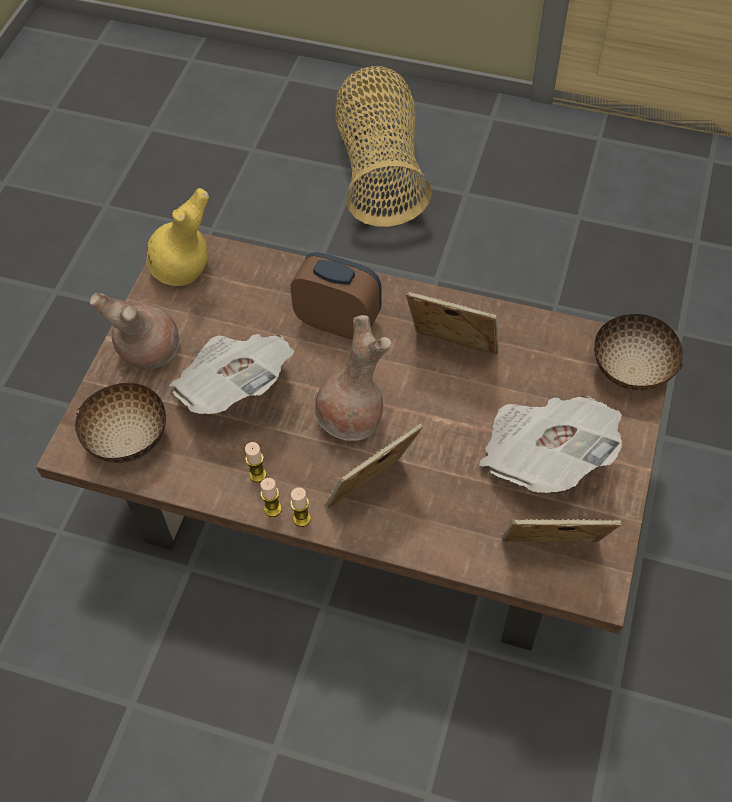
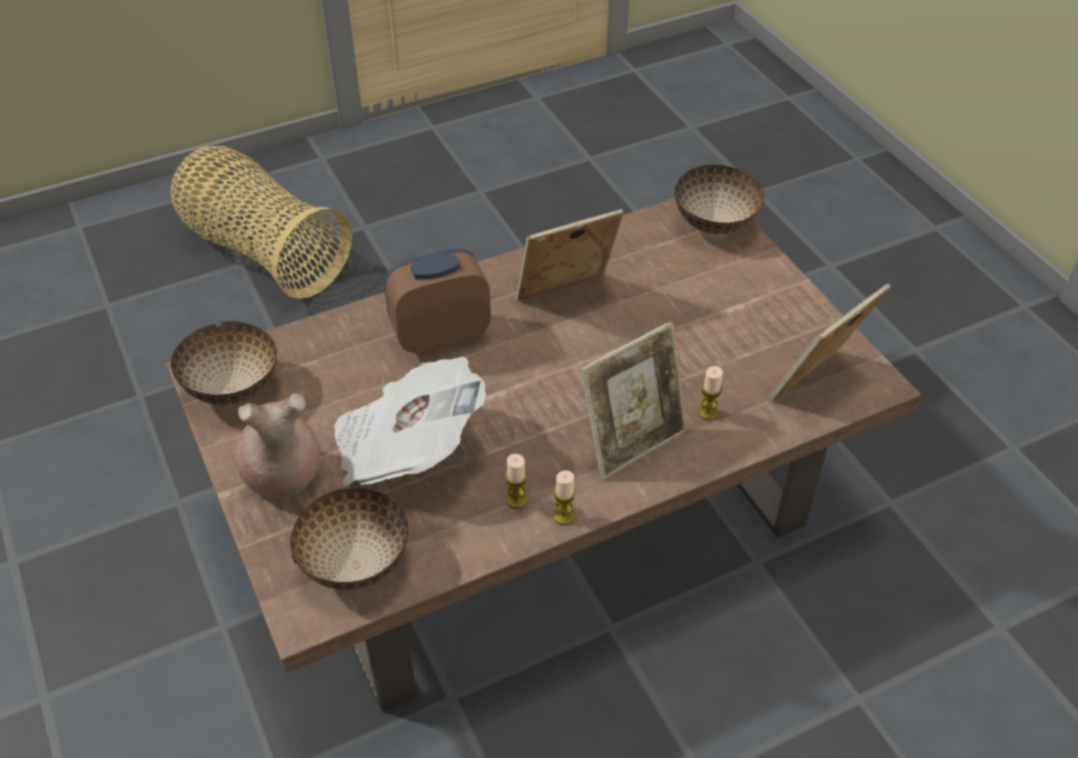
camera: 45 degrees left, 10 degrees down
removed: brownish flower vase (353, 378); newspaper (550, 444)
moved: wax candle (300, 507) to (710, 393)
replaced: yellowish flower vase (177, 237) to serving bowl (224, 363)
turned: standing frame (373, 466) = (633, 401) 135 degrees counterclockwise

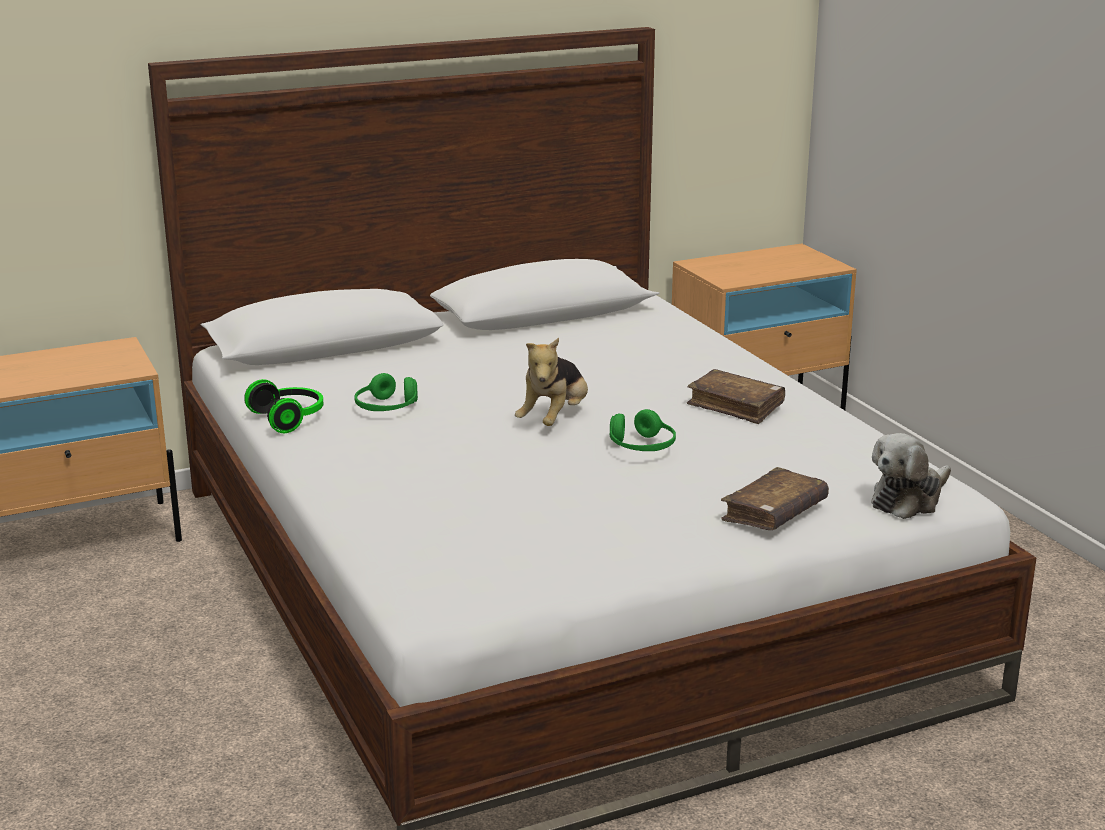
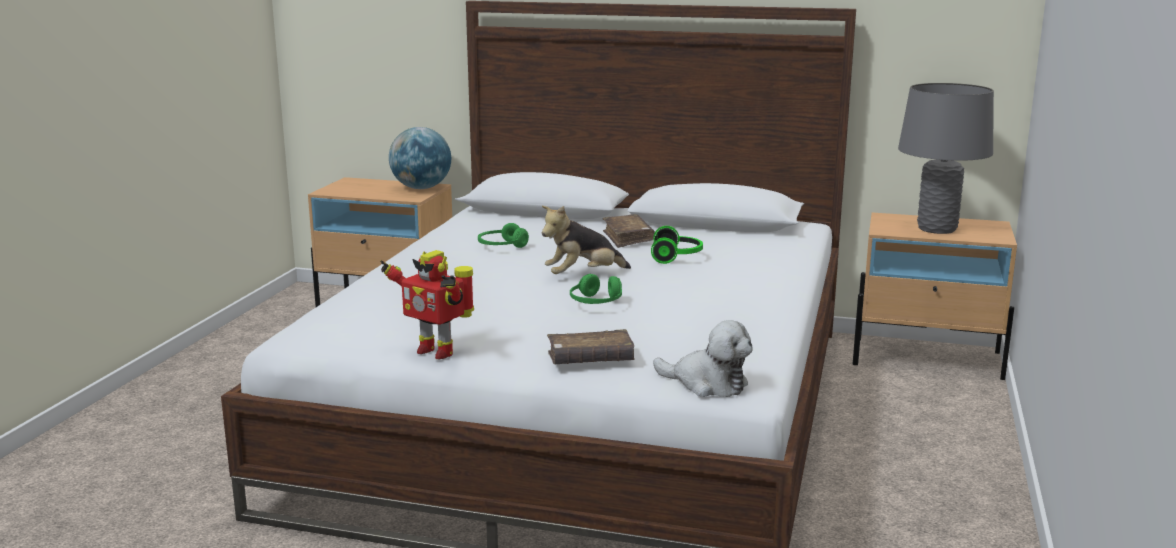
camera: 40 degrees right, 5 degrees down
added: model robot (427, 304); world globe (420, 158); grey lamp for a table (946, 158)
moved: pair of headphones (284, 406) to (677, 245); brownish book (736, 396) to (628, 231)
turned: plush toy (911, 476) = (702, 358) 150 degrees counterclockwise

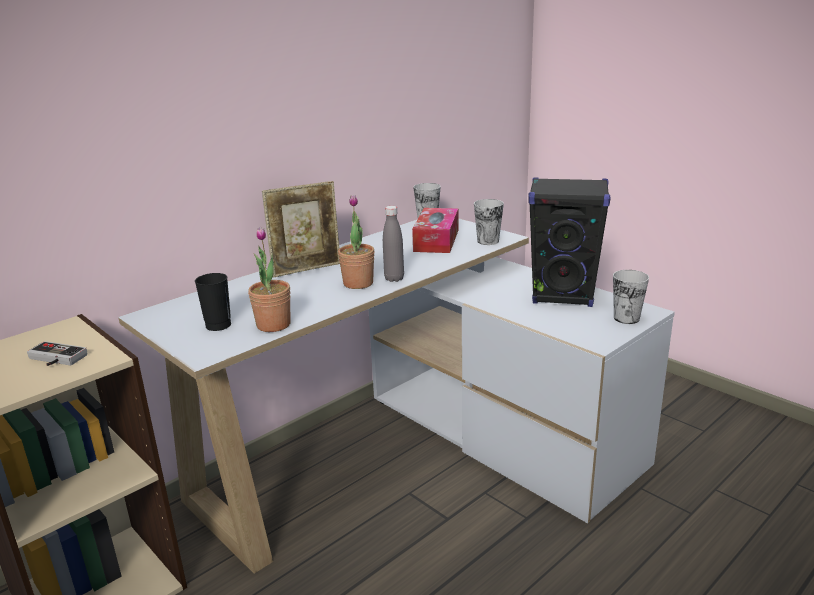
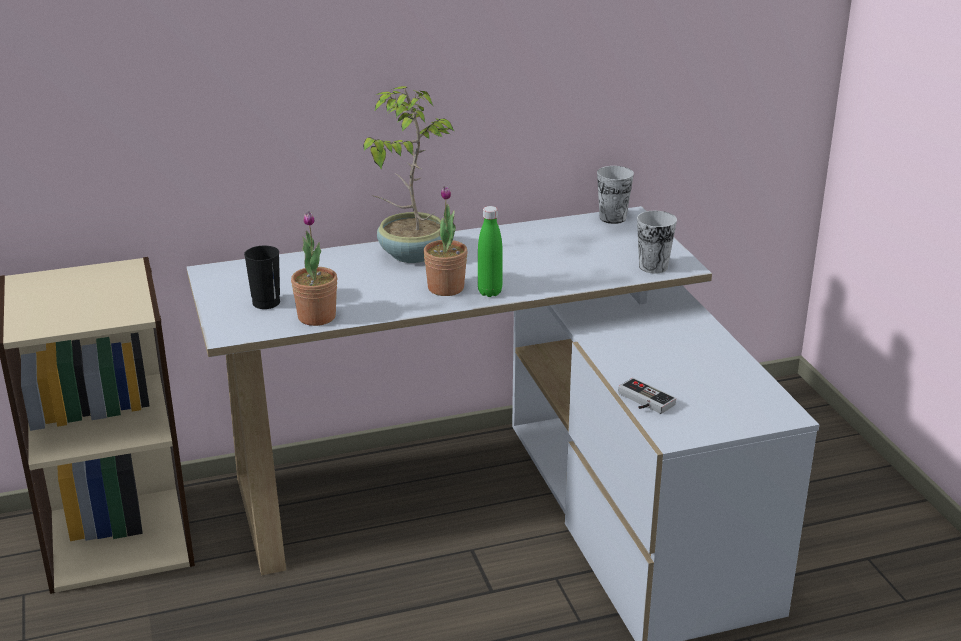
camera: 25 degrees right, 5 degrees up
removed: box of tissues (435, 230); blackish loudspeaker (569, 242); drinking cup (631, 297)
moved: gamepad (57, 353) to (647, 396)
replaced: standing frame (301, 229) to plant in a pot (409, 174)
recoloured: grey bottle (393, 244) to greenish bottle (490, 251)

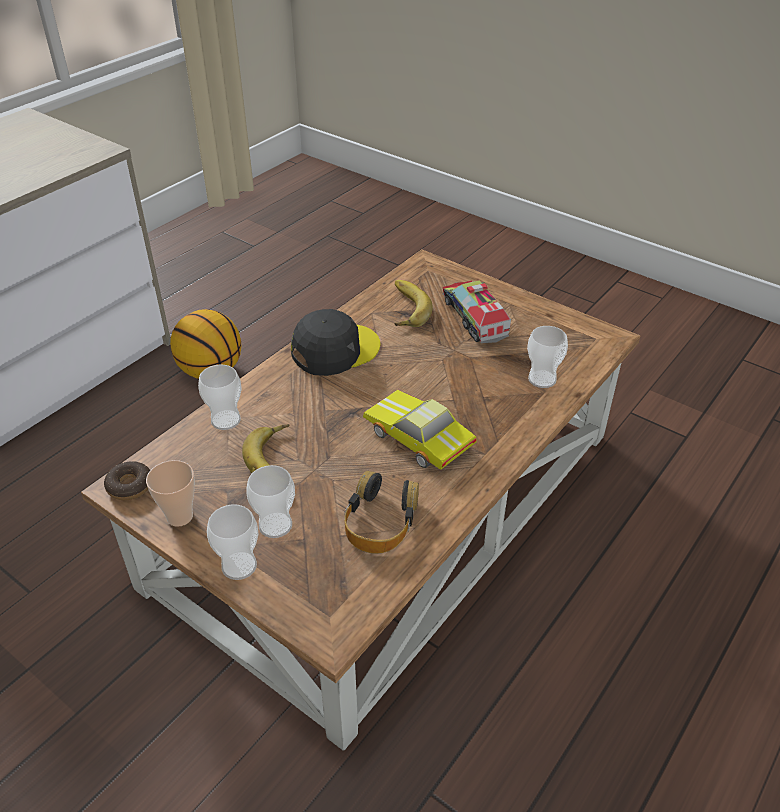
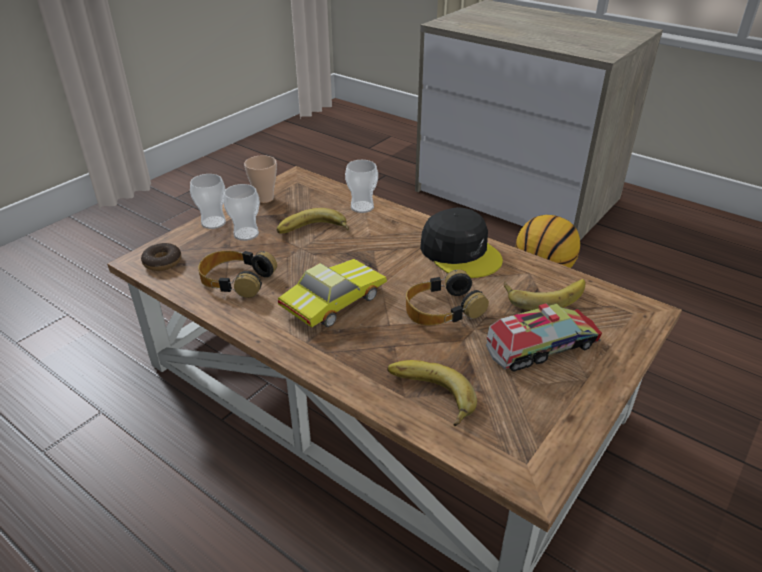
camera: 90 degrees right, 5 degrees down
added: pair of headphones (447, 297)
moved: doughnut (127, 480) to (161, 257)
replaced: drinking cup (547, 357) to banana fruit (432, 393)

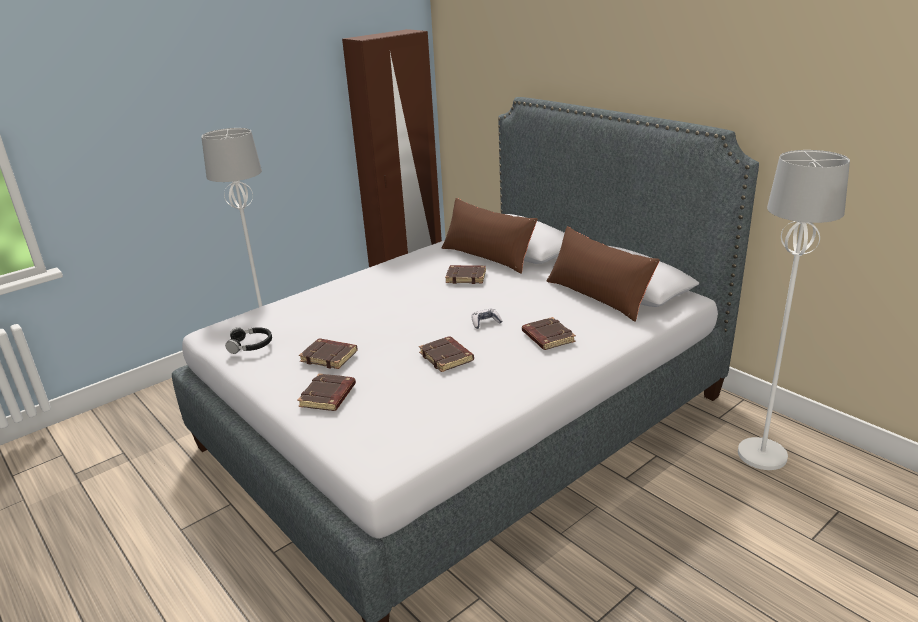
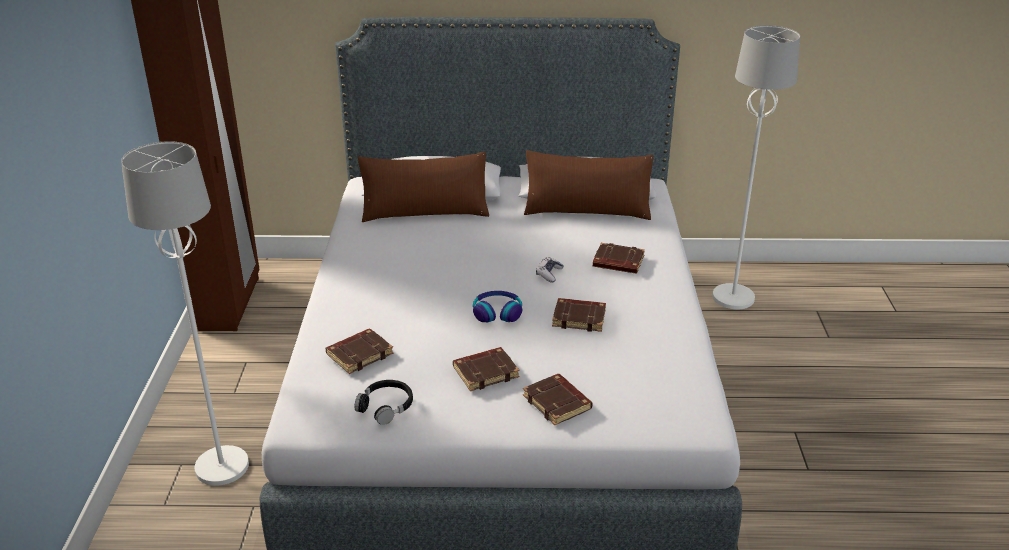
camera: 50 degrees left, 5 degrees up
added: pair of headphones (497, 306)
moved: brownish book (465, 274) to (359, 351)

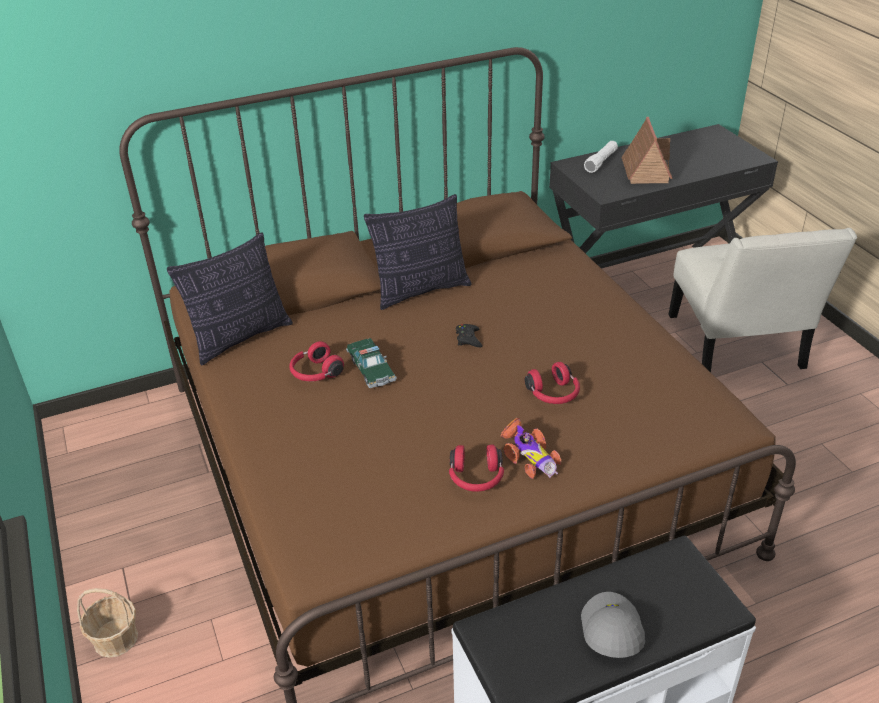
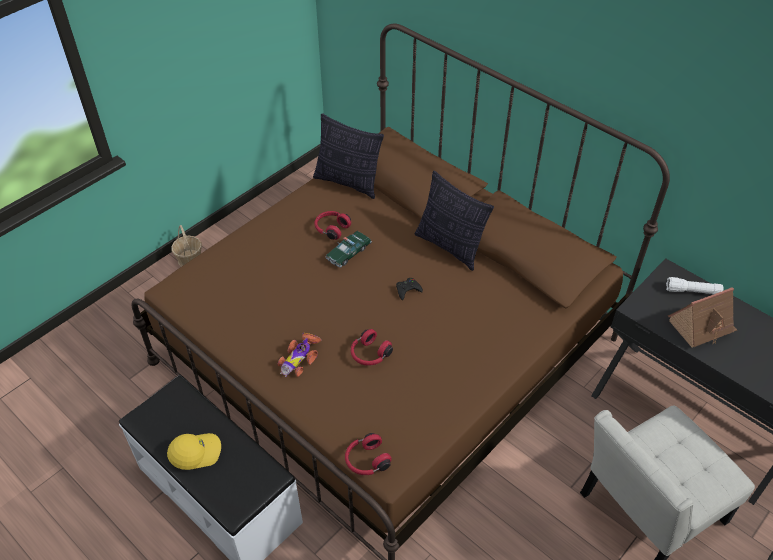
camera: 65 degrees right, 10 degrees up
moved: red-coloured pair of headphones (476, 468) to (368, 454)
recoloured: grey peaked cap (613, 625) to yellowish peaked cap (194, 451)

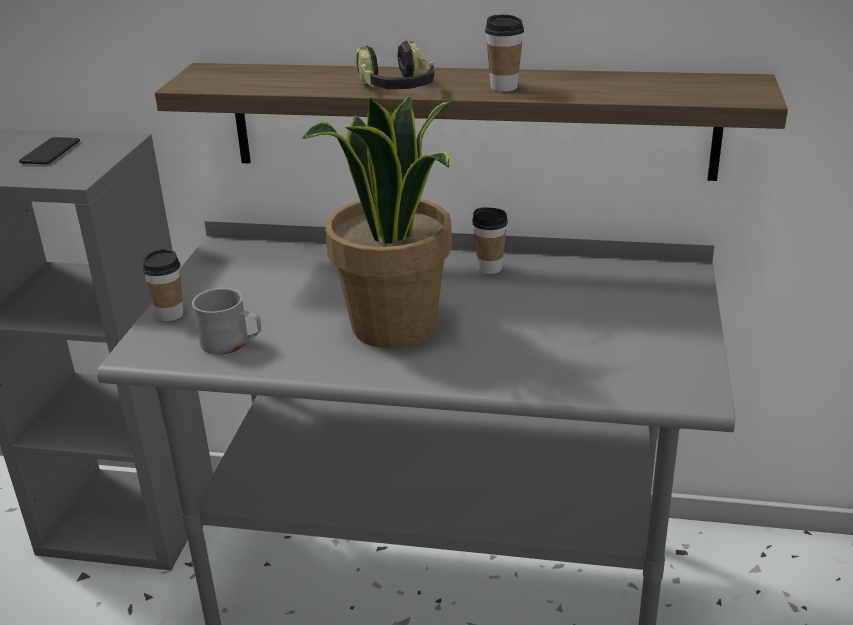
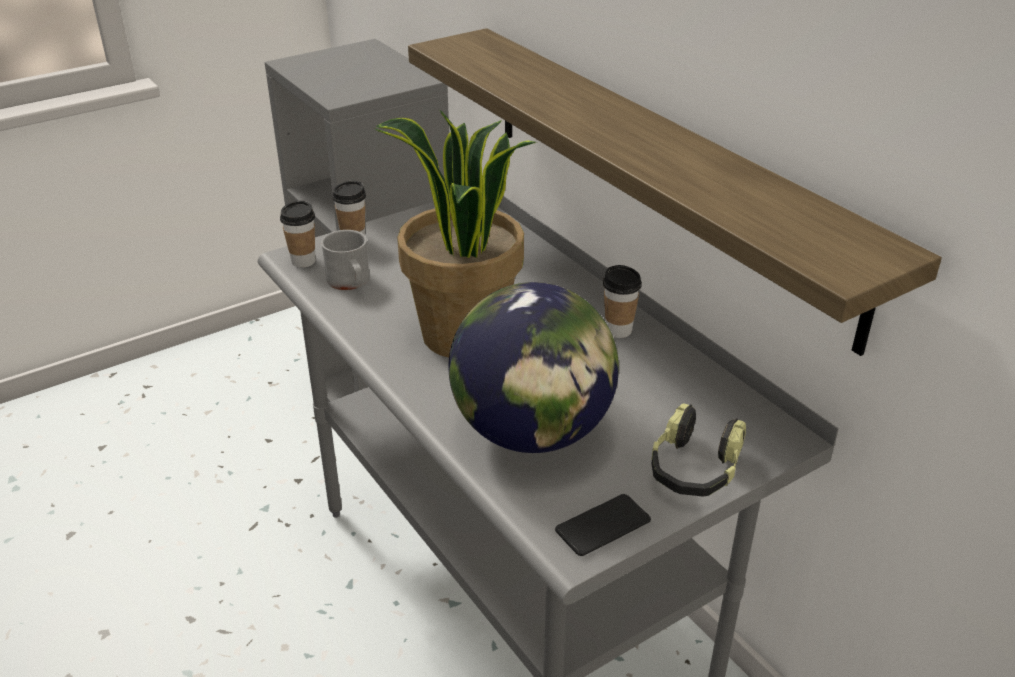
camera: 45 degrees right, 5 degrees up
added: world globe (534, 367)
moved: handset (49, 150) to (603, 525); pair of headphones (395, 65) to (698, 450); drinking cup (504, 53) to (297, 234)

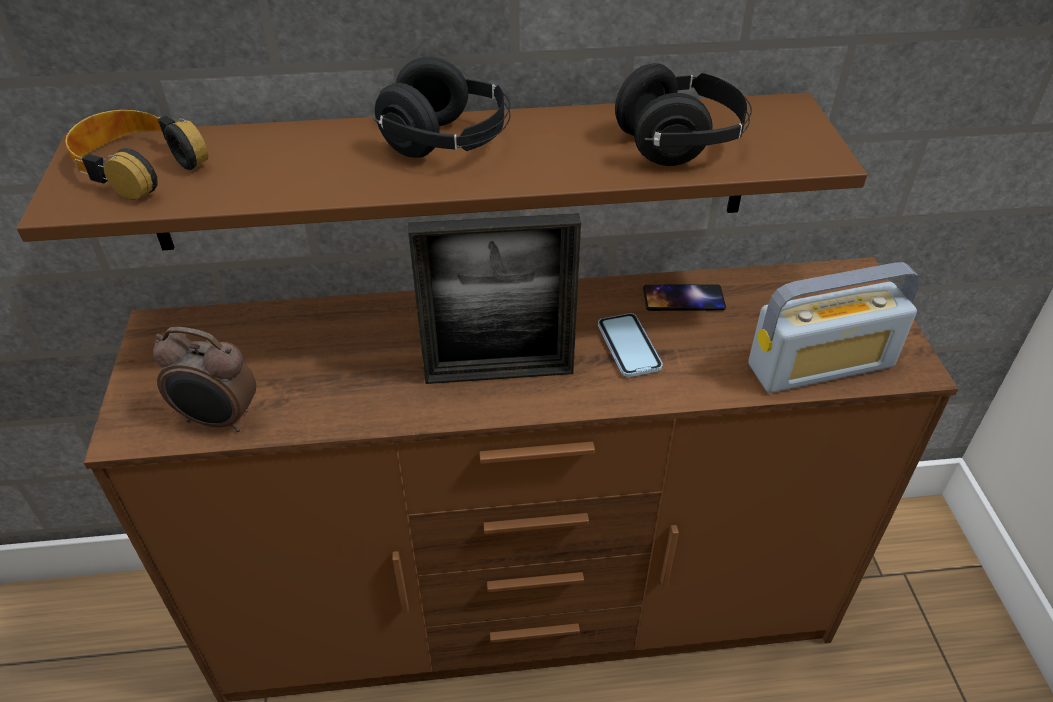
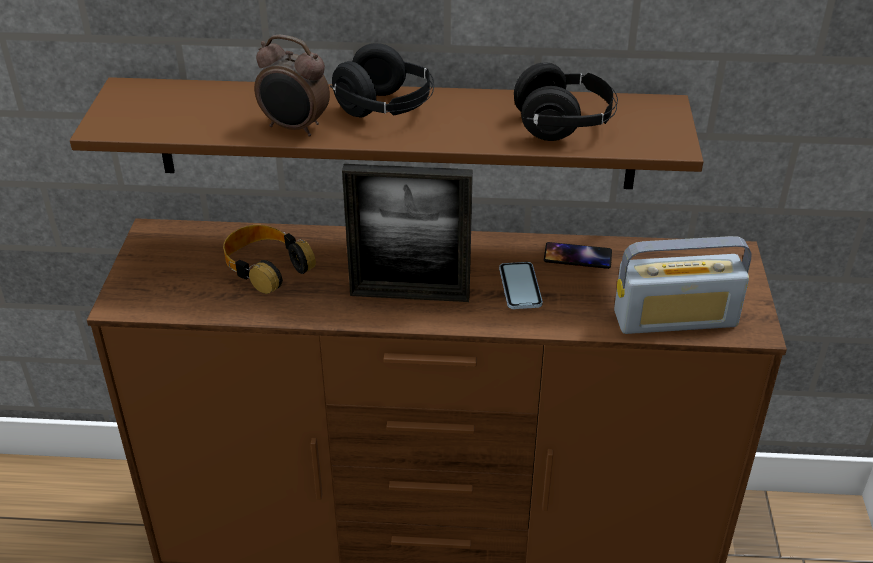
camera: 10 degrees right, 5 degrees down
moved: pair of headphones (136, 155) to (269, 259); table clock (204, 379) to (292, 86)

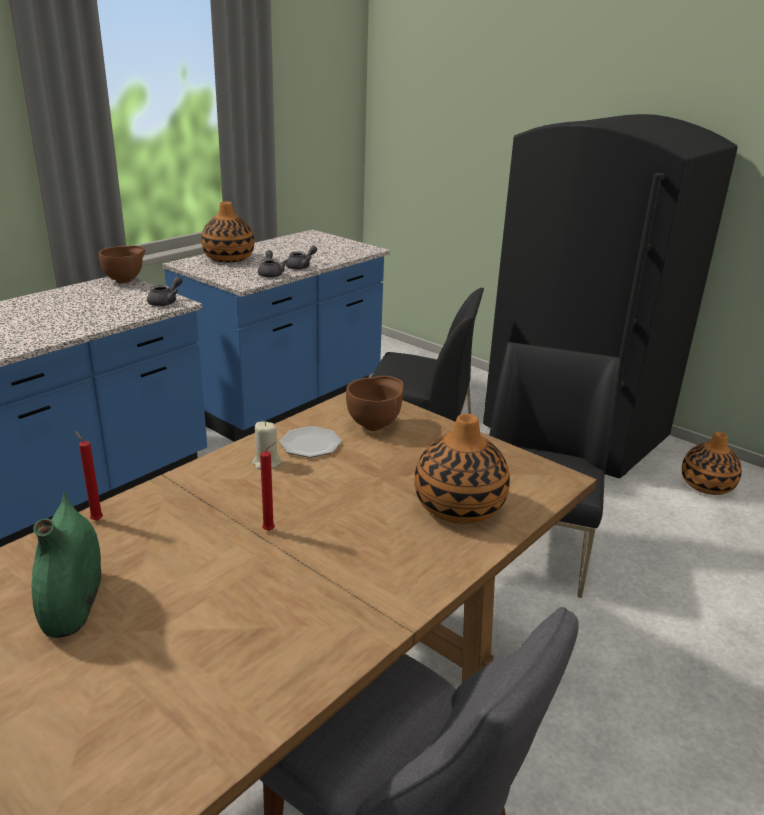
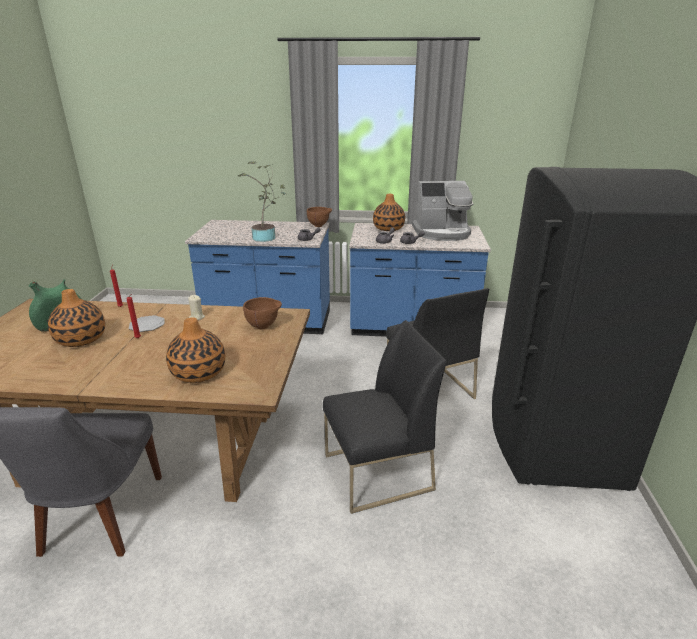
camera: 55 degrees right, 0 degrees up
added: plant in a pot (262, 201); coffee brewer (442, 211)
moved: plate (310, 442) to (147, 323); flower vase (712, 463) to (76, 318)

